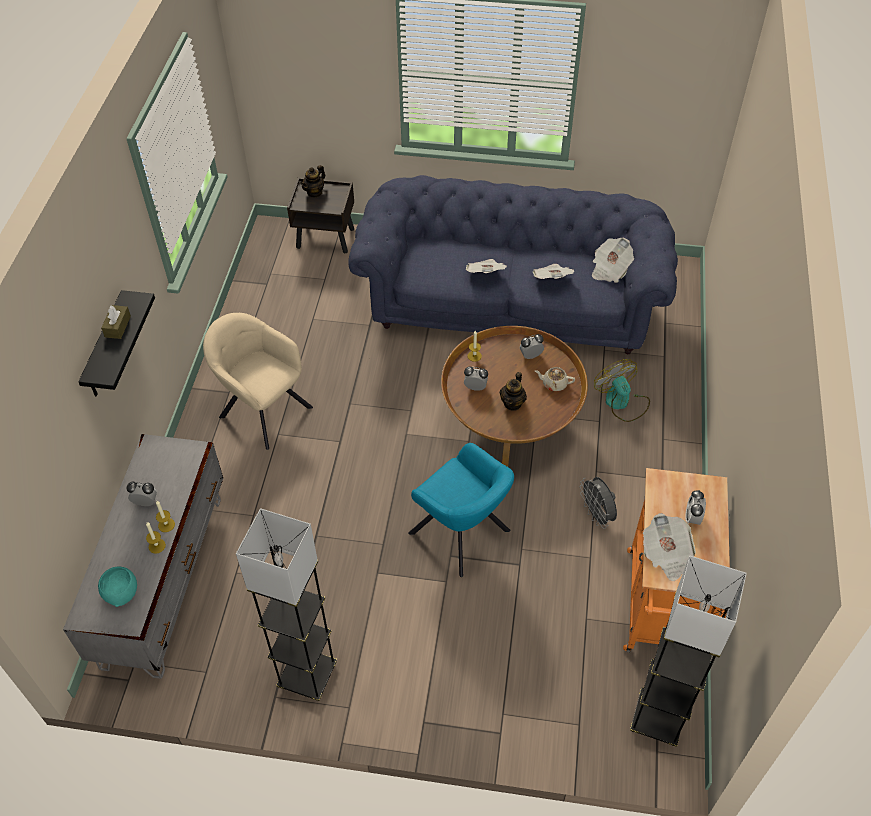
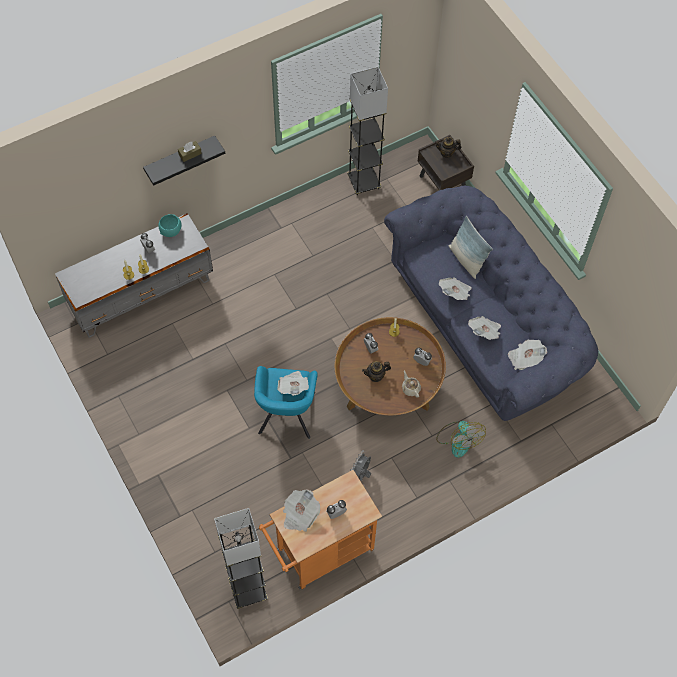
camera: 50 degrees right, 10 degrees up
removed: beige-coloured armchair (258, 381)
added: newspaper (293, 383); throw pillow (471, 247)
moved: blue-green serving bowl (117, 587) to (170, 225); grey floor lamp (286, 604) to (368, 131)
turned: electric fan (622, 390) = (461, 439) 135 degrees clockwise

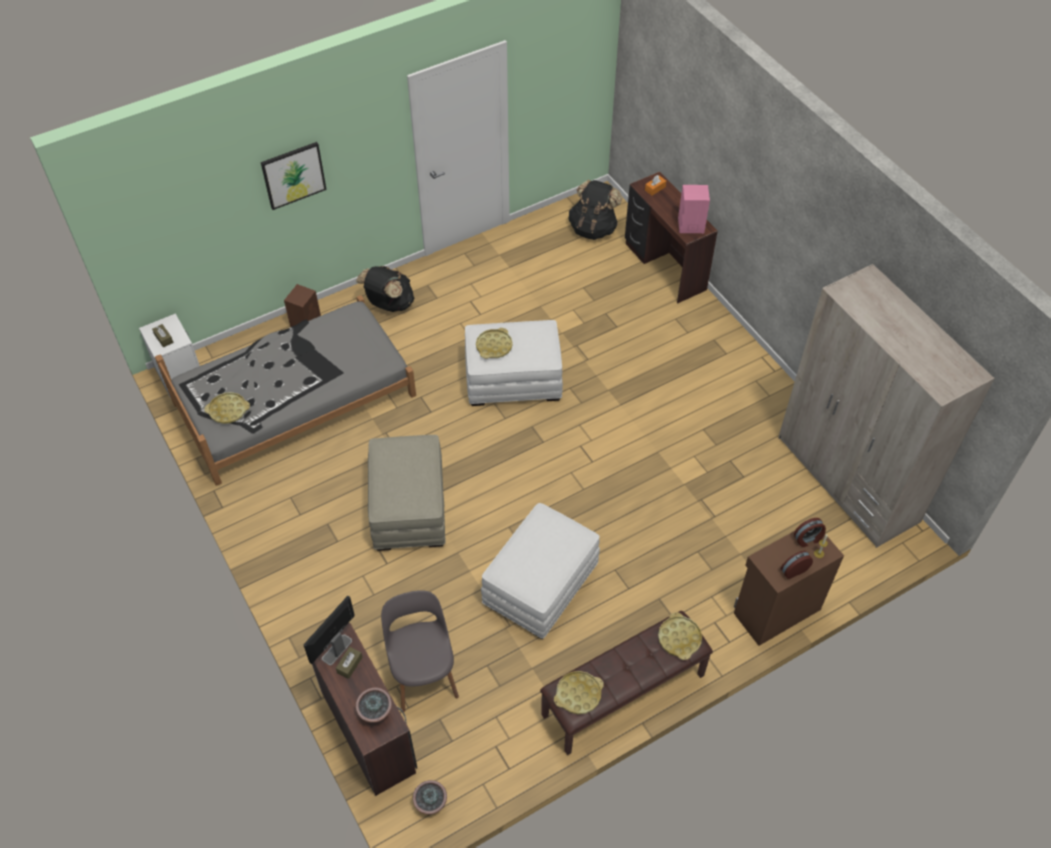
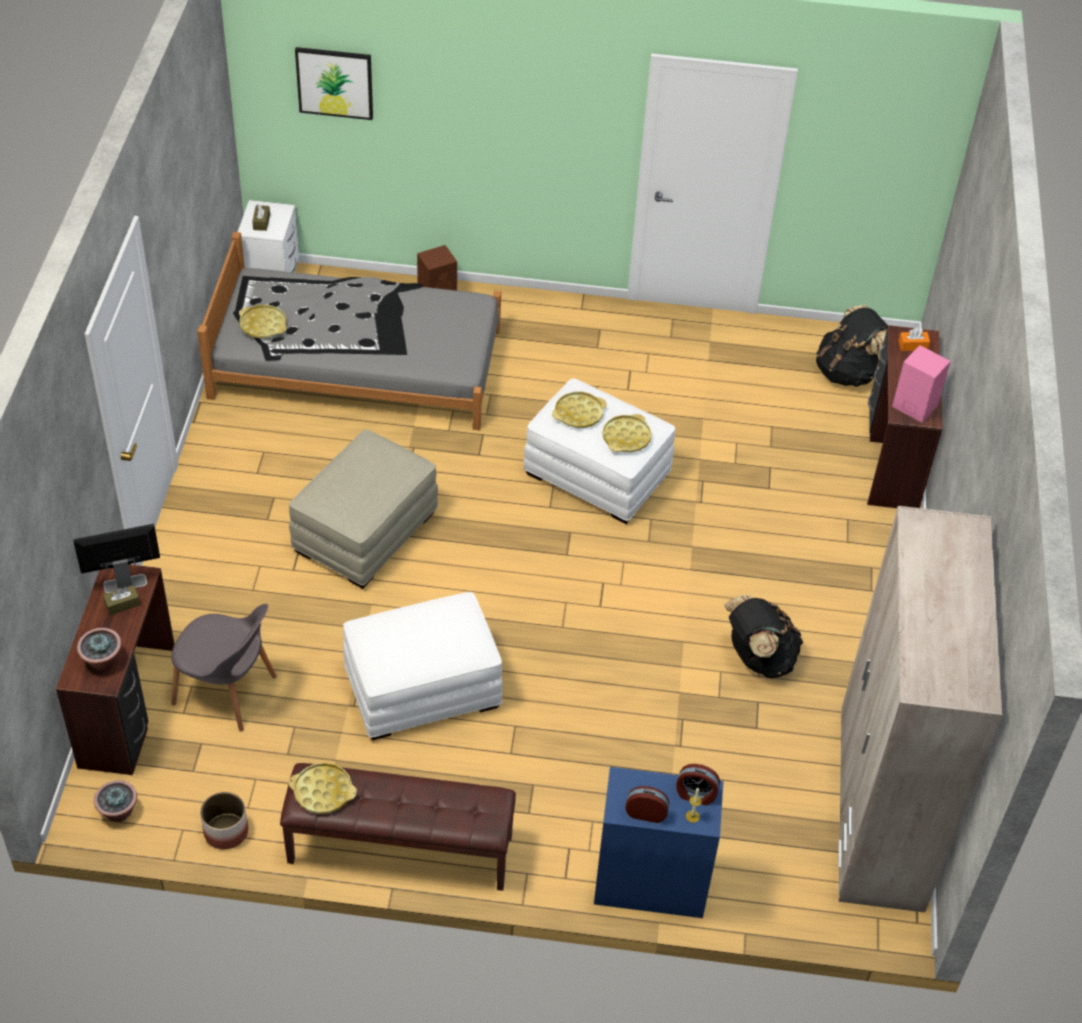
camera: 35 degrees right, 5 degrees down
added: plant pot (224, 820)
moved: wall picture (294, 176) to (334, 83); blackish knapsack (385, 289) to (763, 636); yellowish serving tray (680, 636) to (627, 433)
recoloured: brownish cupboard (789, 588) to blue cupboard (659, 842)
turned: grey upright chair (420, 651) = (224, 667) 90 degrees clockwise

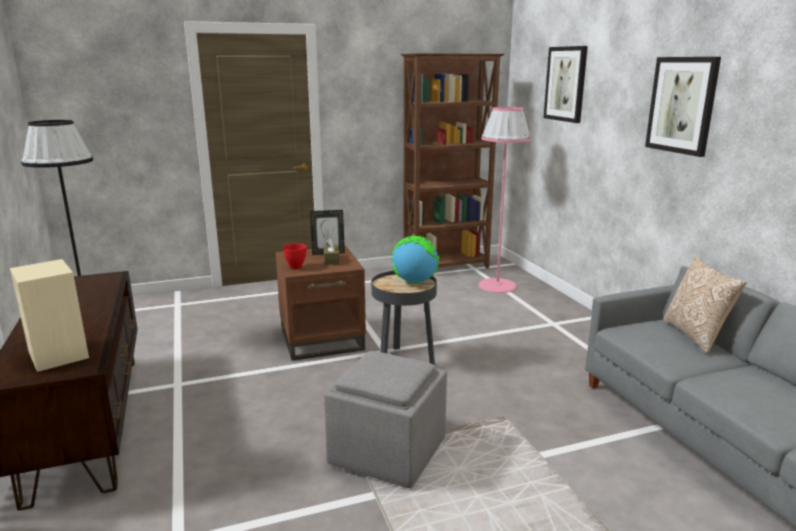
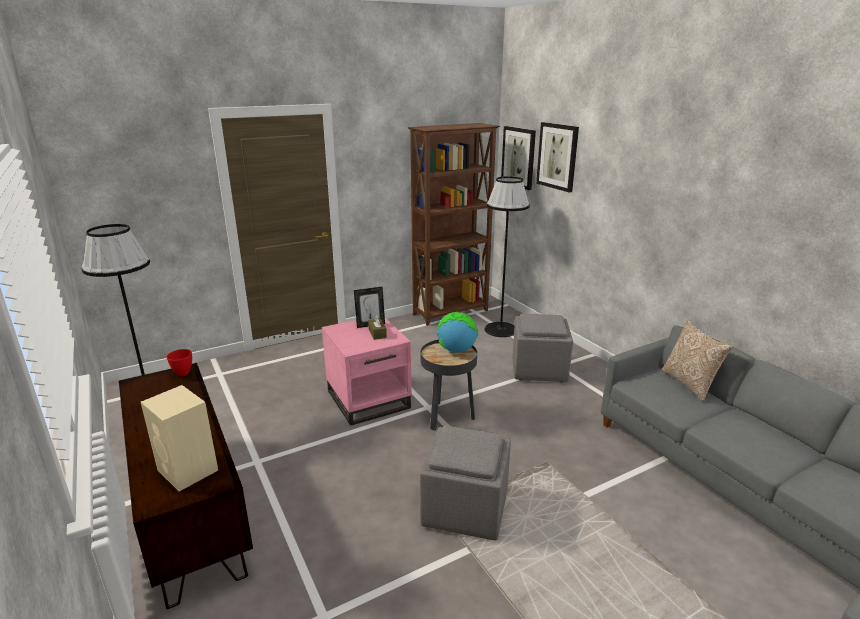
camera: 10 degrees left, 5 degrees up
added: grey pouffe (543, 348)
moved: red-coloured serving bowl (295, 256) to (179, 362); wall picture (683, 107) to (518, 158)
recoloured: brownish accent table (321, 303) to pink accent table (367, 372); pink floor lamp (504, 200) to blackish floor lamp (507, 256)

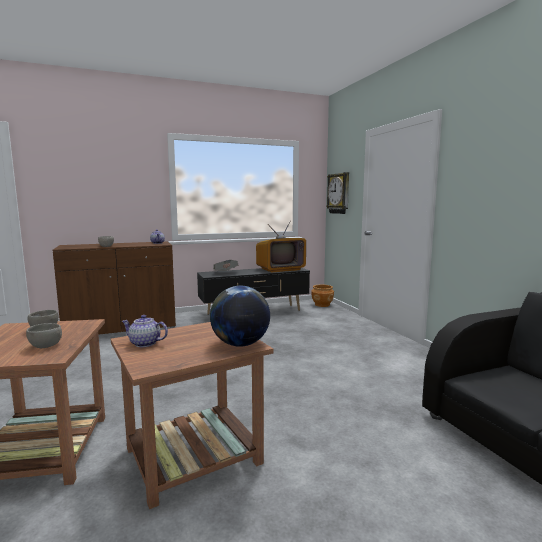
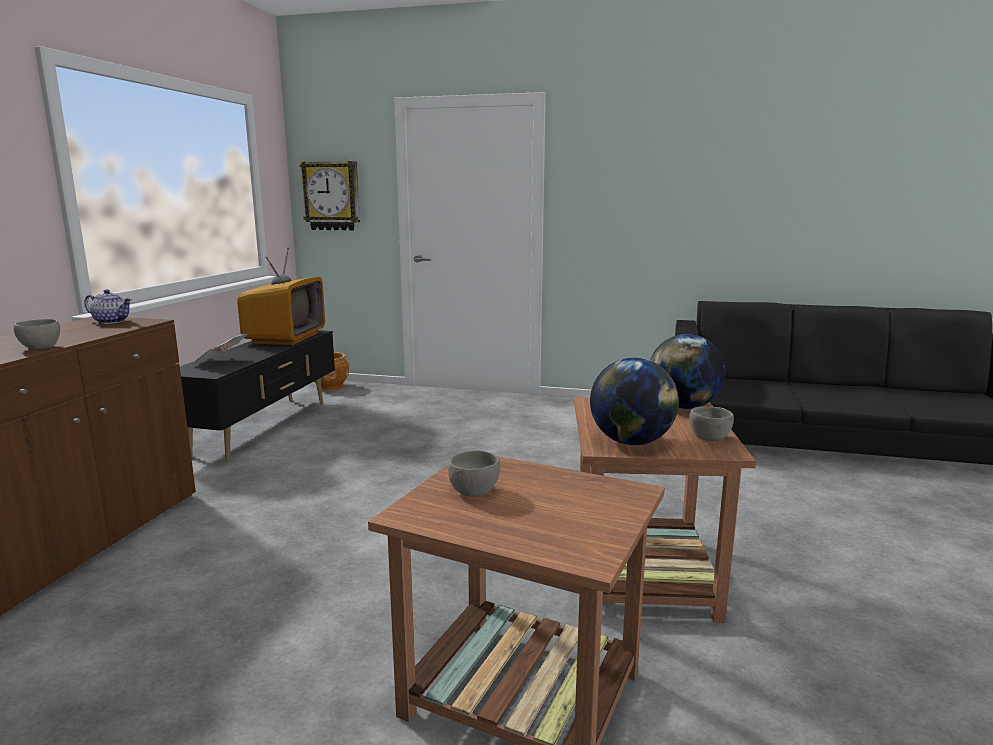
camera: 55 degrees left, 5 degrees up
moved: grey serving bowl (44, 335) to (711, 423)
replaced: tea pot (145, 331) to world globe (634, 401)

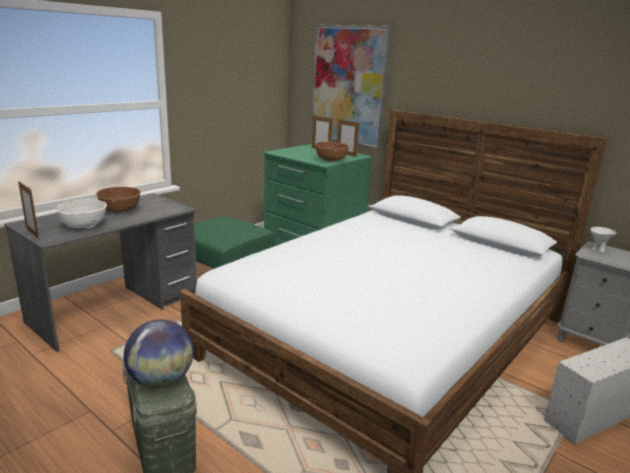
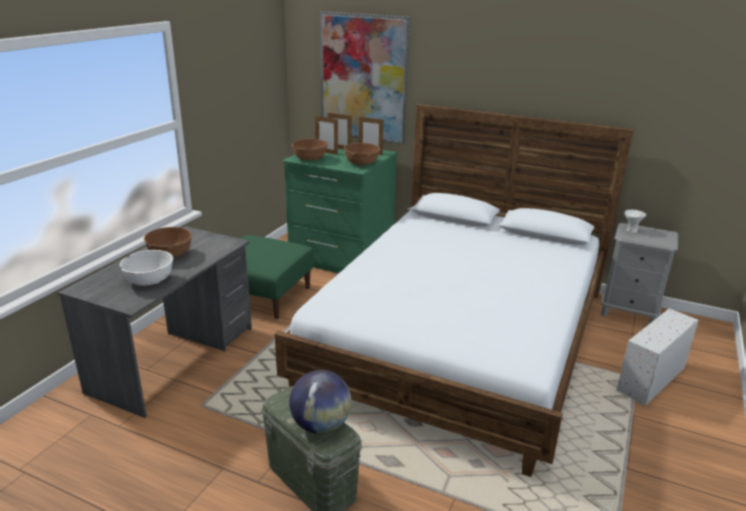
camera: 15 degrees left, 5 degrees up
added: brownish serving bowl (310, 150)
moved: standing frame (28, 210) to (326, 135)

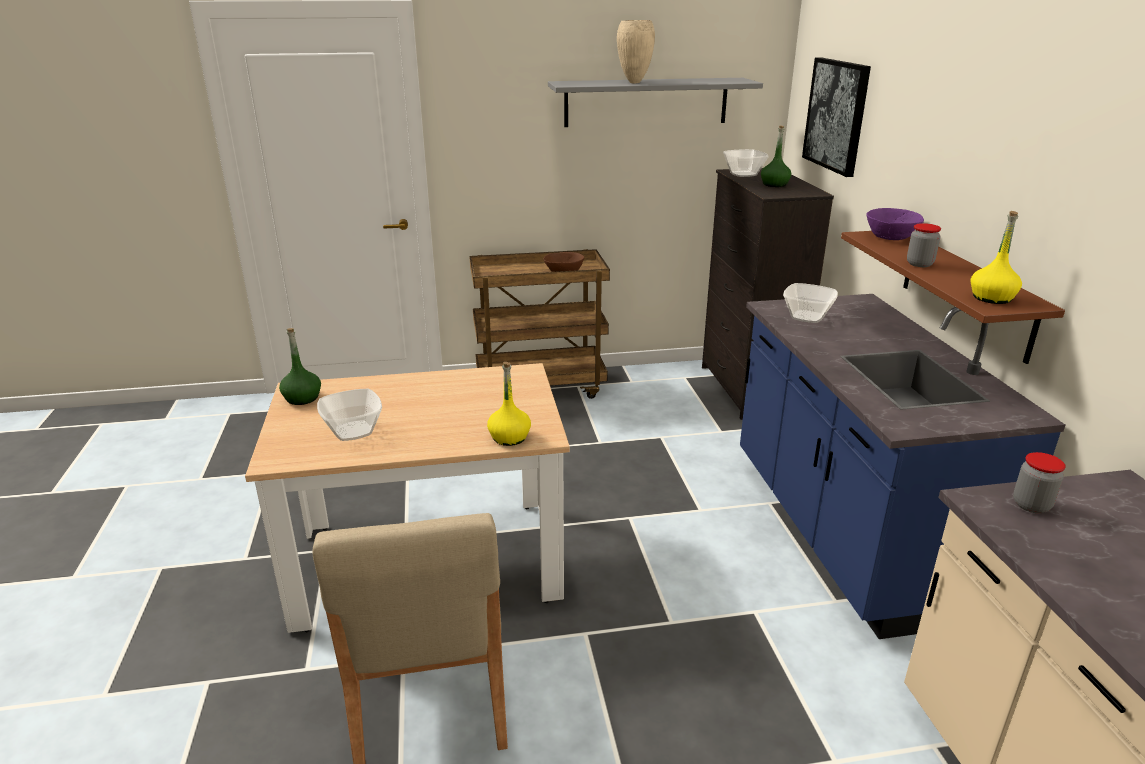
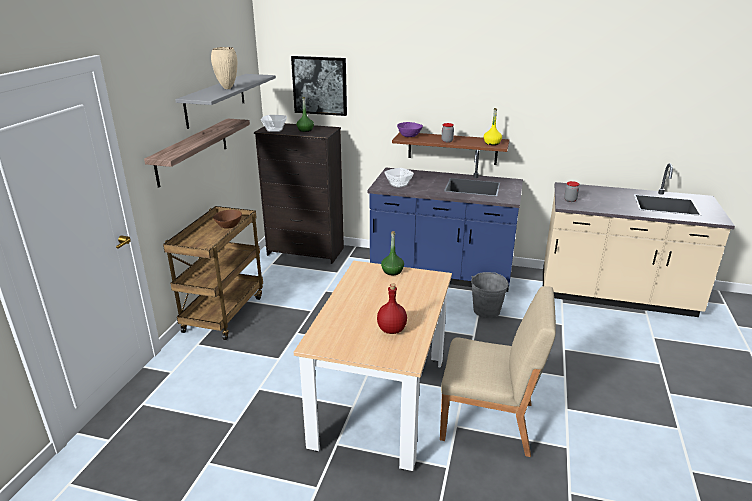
camera: 65 degrees left, 0 degrees up
removed: yellowish bottle (509, 404)
added: bracket shelf (197, 153); grey bucket (490, 295)
moved: greenish bottle (300, 366) to (392, 253)
replaced: serving bowl (349, 415) to red-coloured bottle (392, 308)

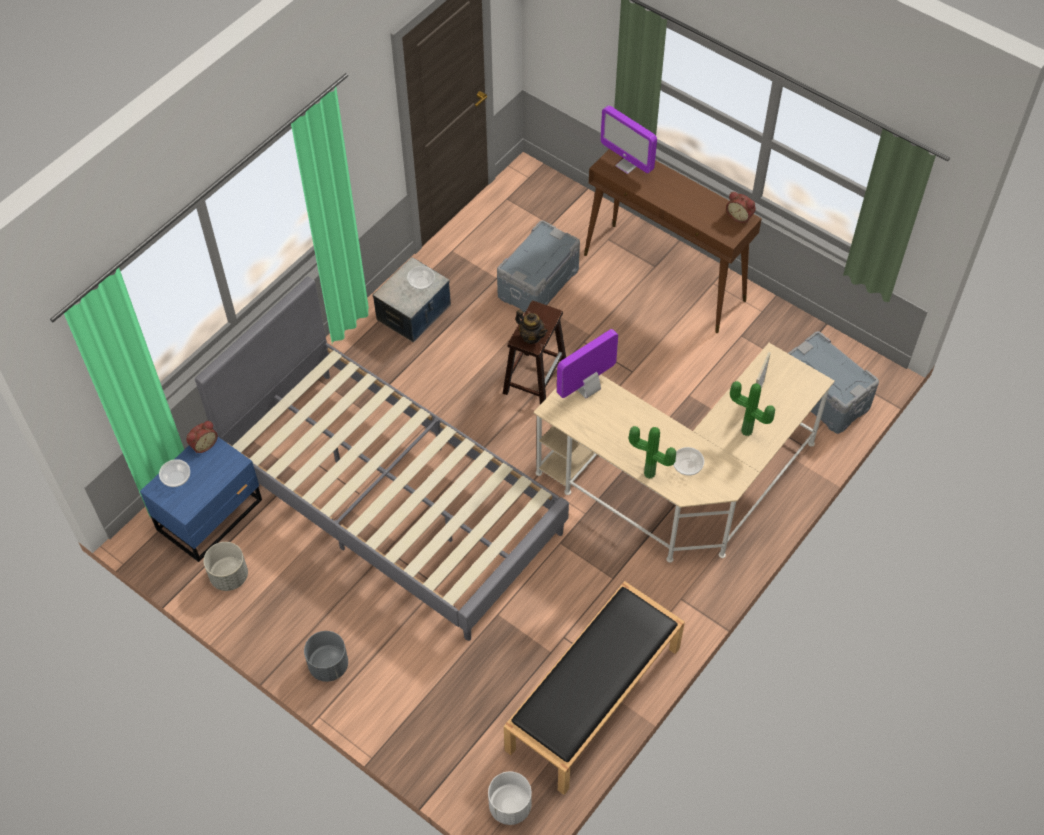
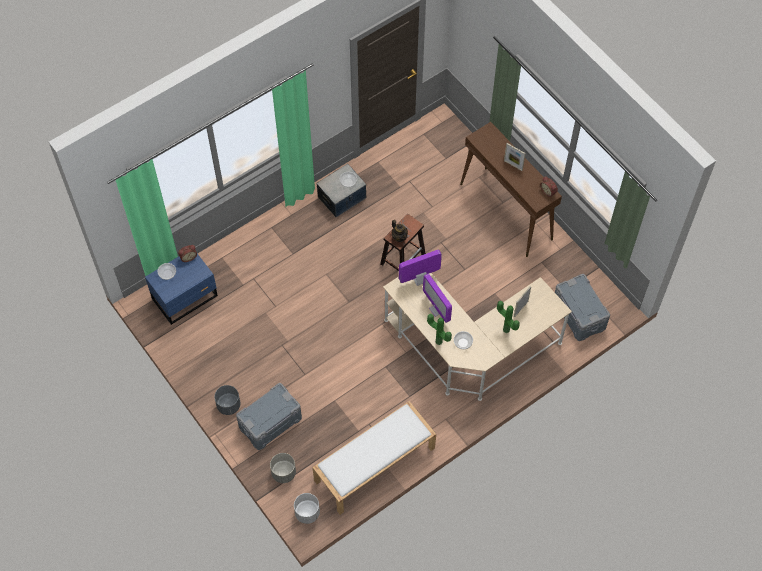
camera: 15 degrees right, 5 degrees up
removed: grey bedroom bed (382, 458)
added: standing frame (515, 157)
moved: grey plant pot (226, 566) to (283, 468); grey storage box (538, 266) to (269, 416); computer screen (628, 139) to (437, 298)
recoloured: blackish indoor bench (594, 688) to white indoor bench (374, 458)

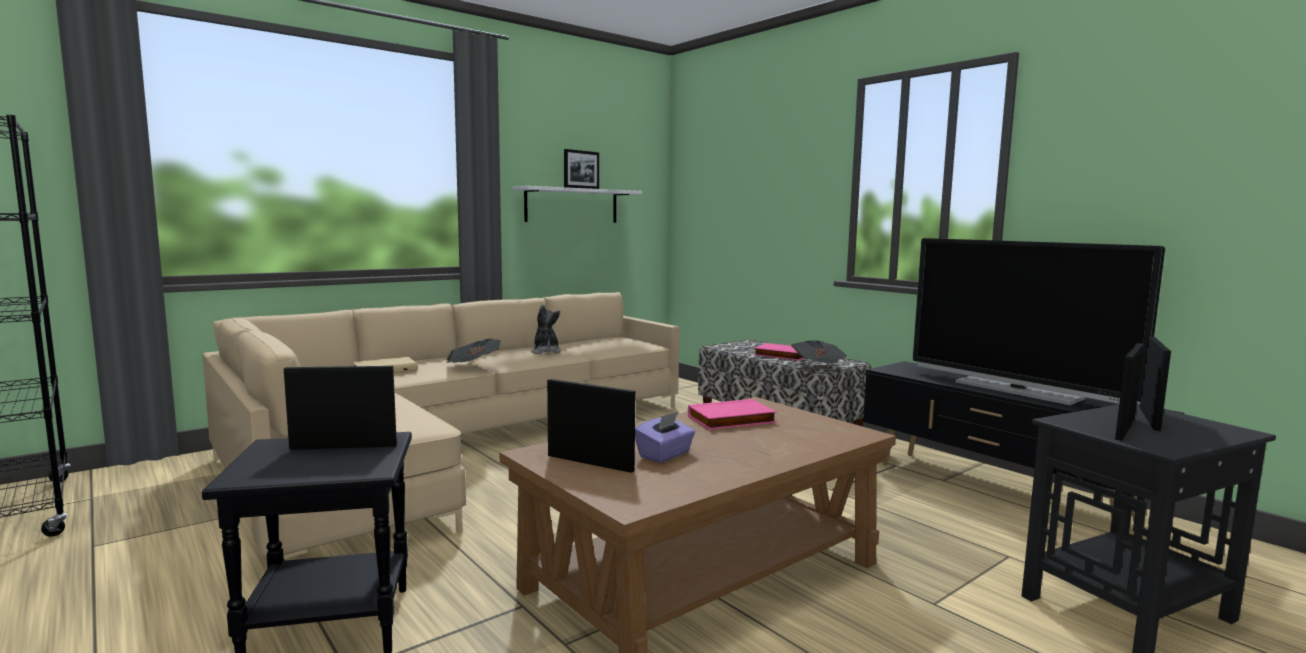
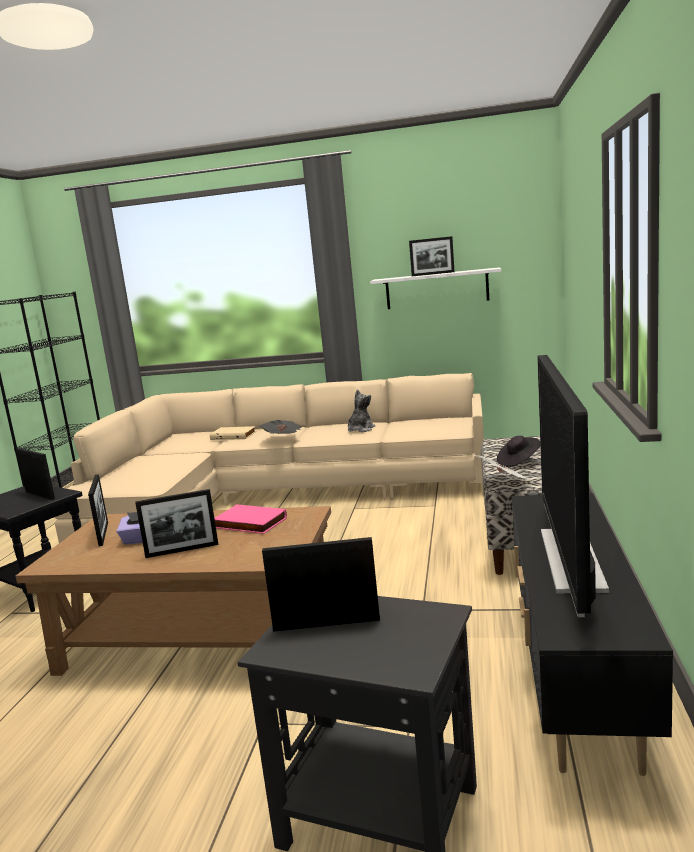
camera: 50 degrees right, 5 degrees up
moved: standing frame (1155, 383) to (177, 523)
replaced: pink book (778, 351) to blackish wearable hat (518, 451)

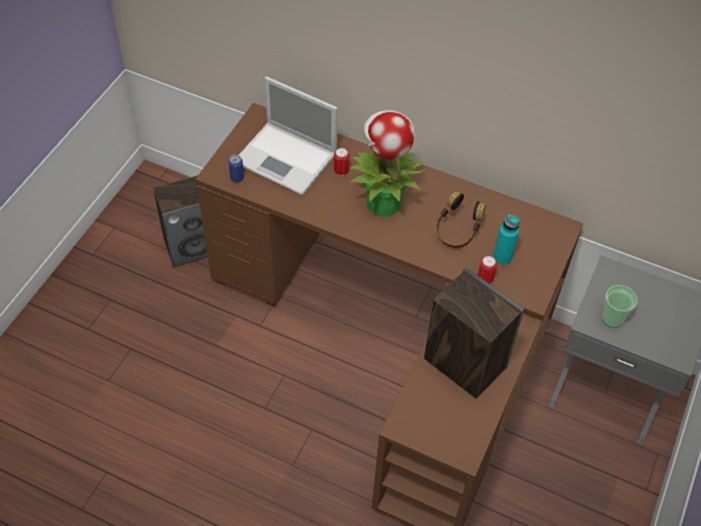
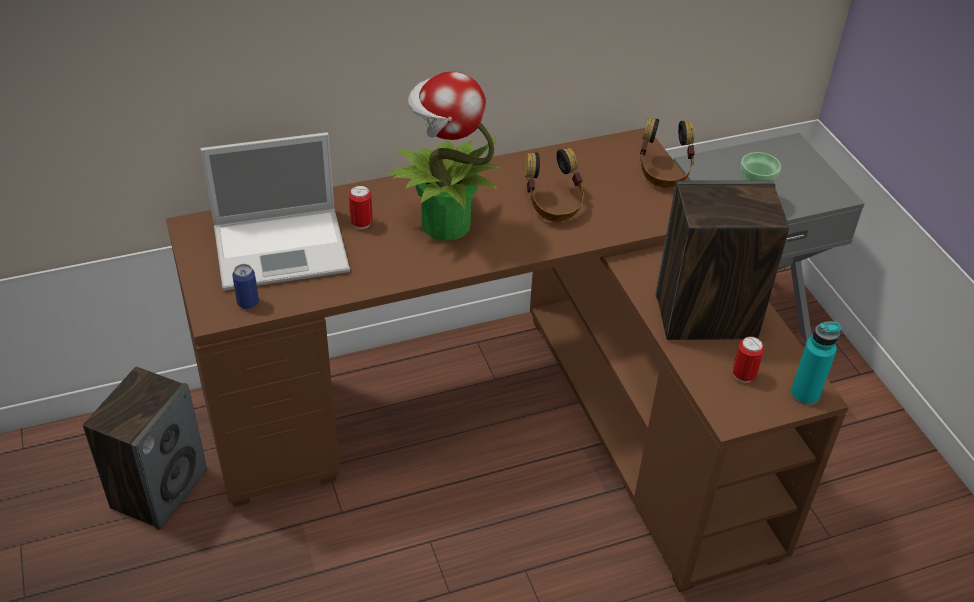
camera: 45 degrees left, 10 degrees down
added: pair of headphones (667, 153)
moved: can (487, 270) to (748, 359); blue-green bottle (506, 239) to (816, 363)

